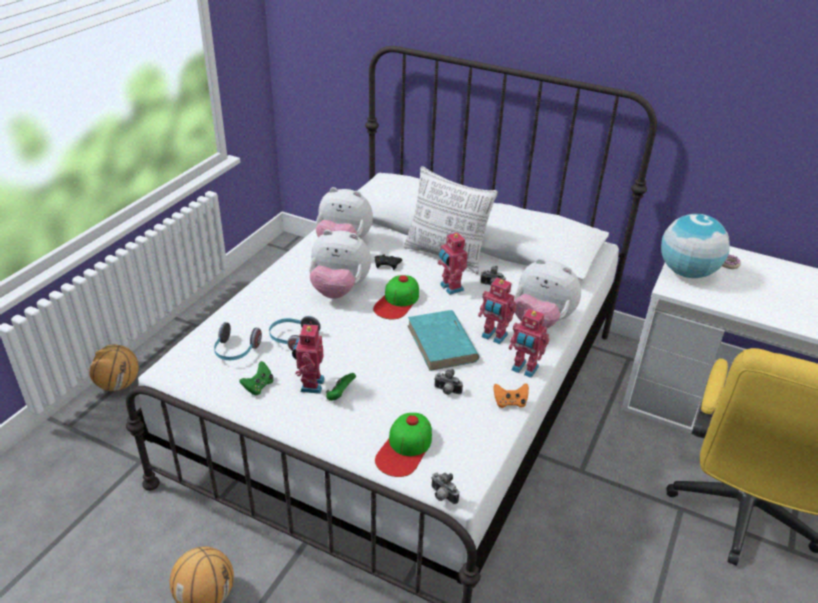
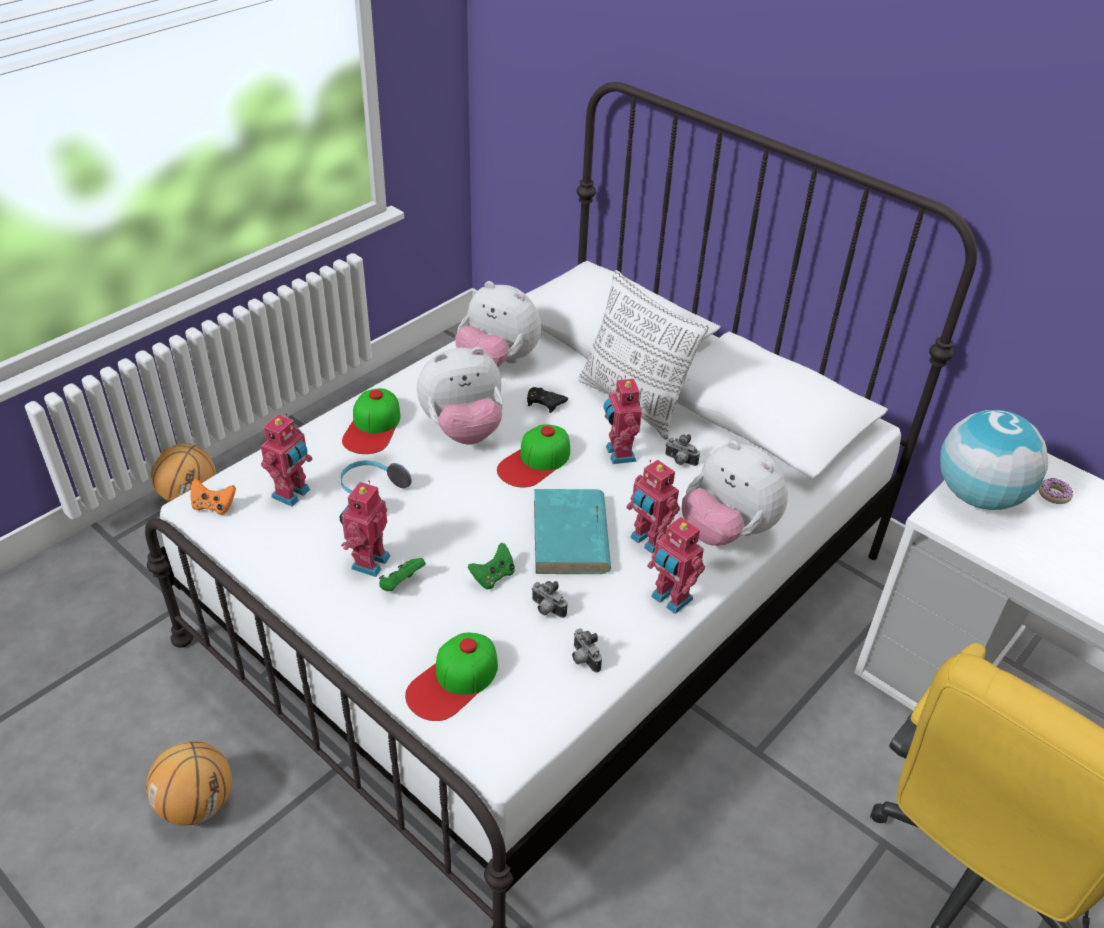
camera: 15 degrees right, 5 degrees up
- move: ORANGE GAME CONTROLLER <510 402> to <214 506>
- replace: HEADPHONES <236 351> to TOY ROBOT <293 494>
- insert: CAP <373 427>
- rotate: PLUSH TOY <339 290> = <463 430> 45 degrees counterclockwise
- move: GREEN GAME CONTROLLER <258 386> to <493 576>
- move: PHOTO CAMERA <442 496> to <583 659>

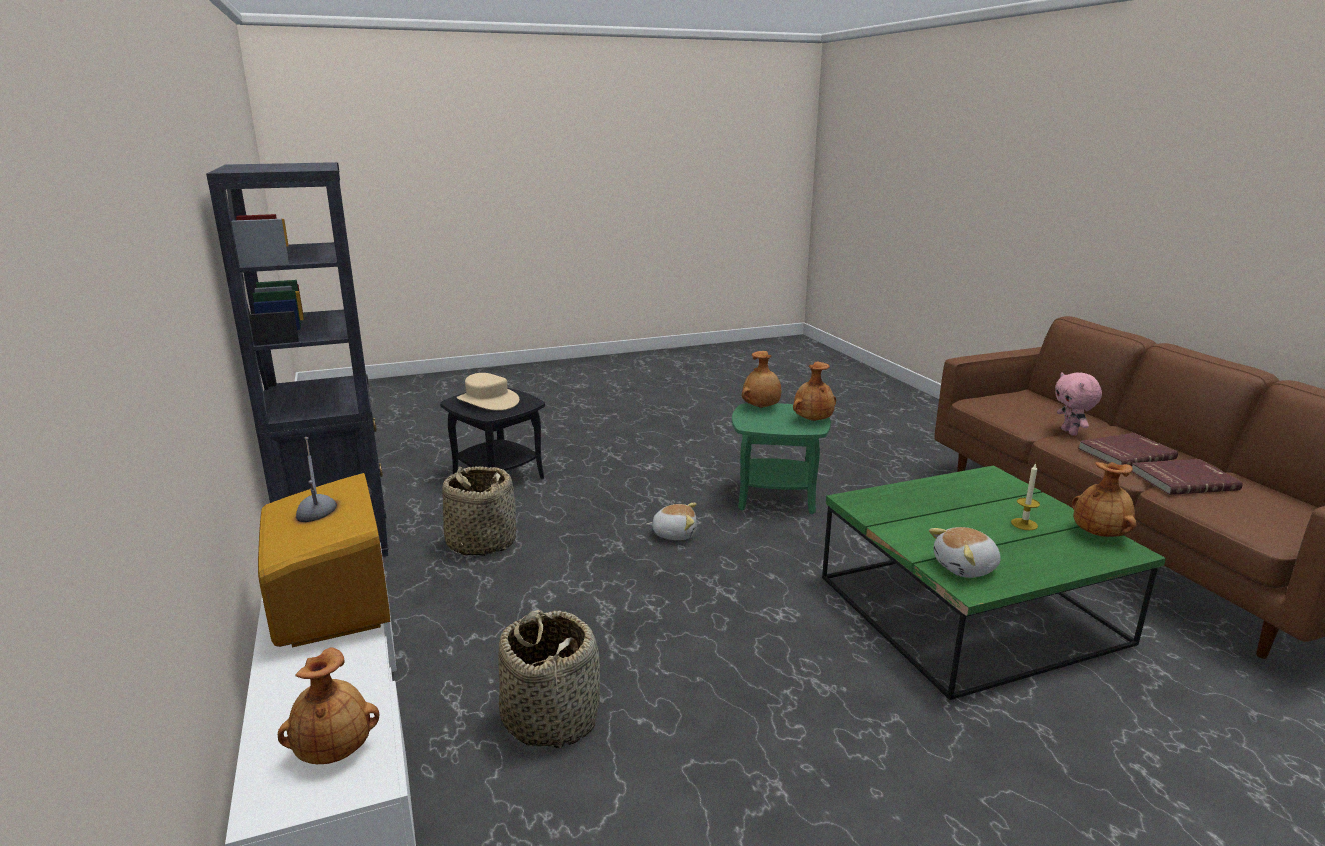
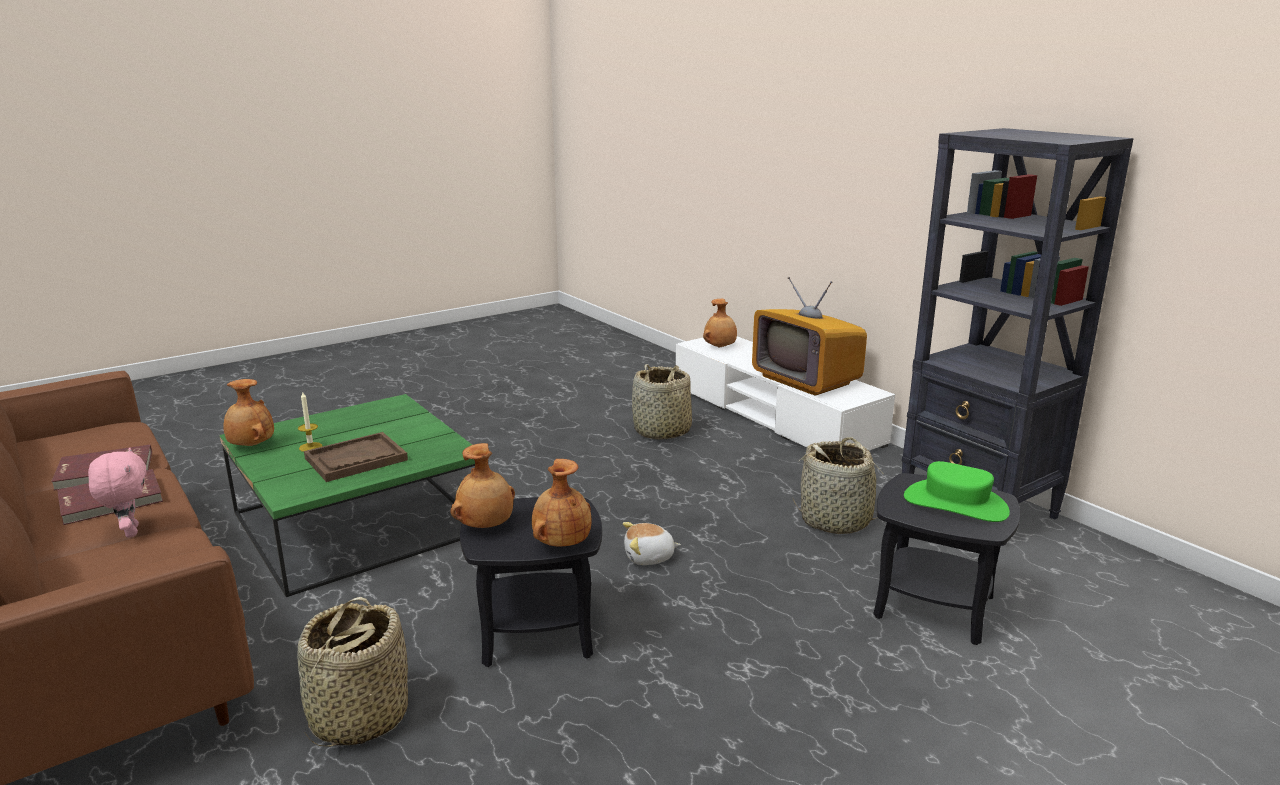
camera: 165 degrees right, 0 degrees up
- insert: BASKET <358 717>
- insert: BROWN TRAY <356 459>
- recolor: GREEN SIDE TABLE <776 497> to BLACK SIDE TABLE <537 632>
- recolor: BEIGE HAT <487 401> to GREEN HAT <955 504>
- delete: PLUSH TOY <966 568>

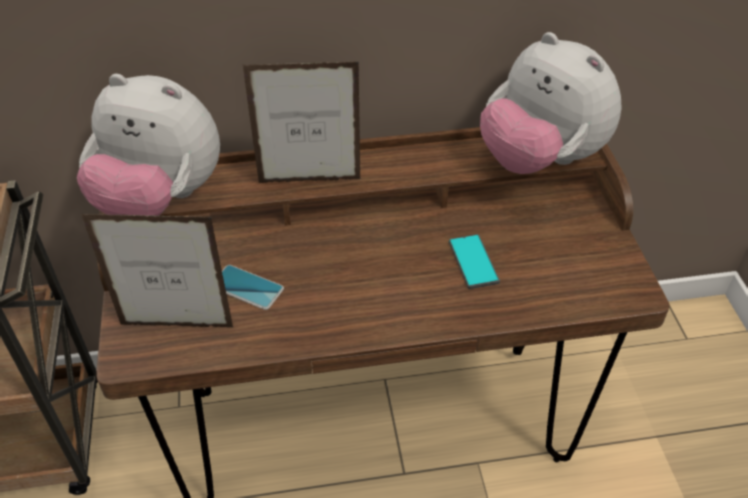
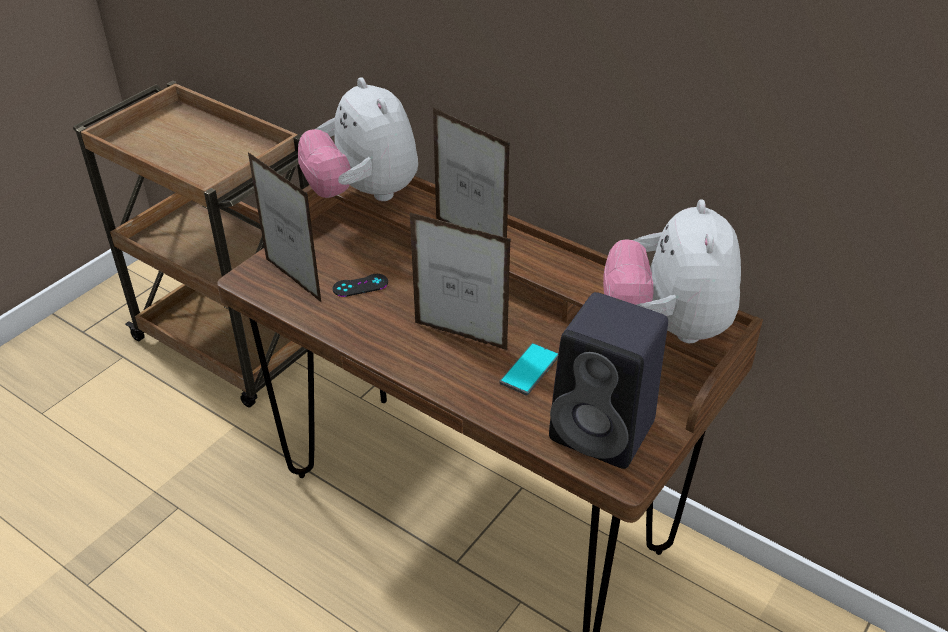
camera: 45 degrees right, 5 degrees down
- replace: PHONE <247 288> to BLACK GAME CONTROLLER <360 285>
- insert: PICTURE FRAME <460 336>
- insert: BLACK SPEAKER <605 431>

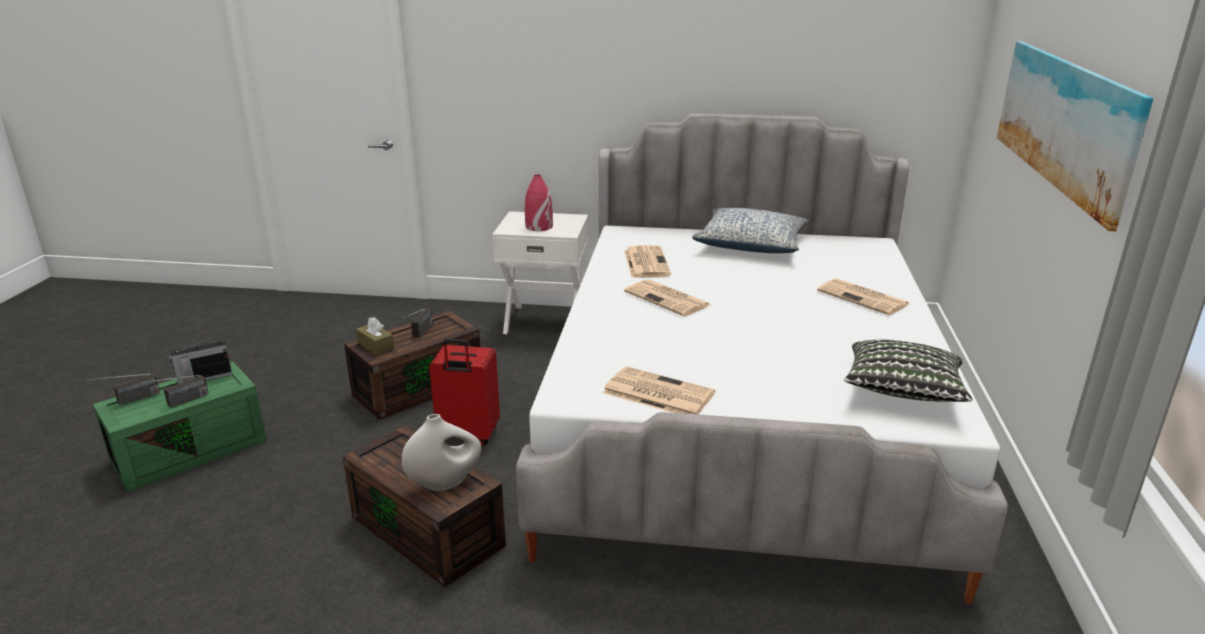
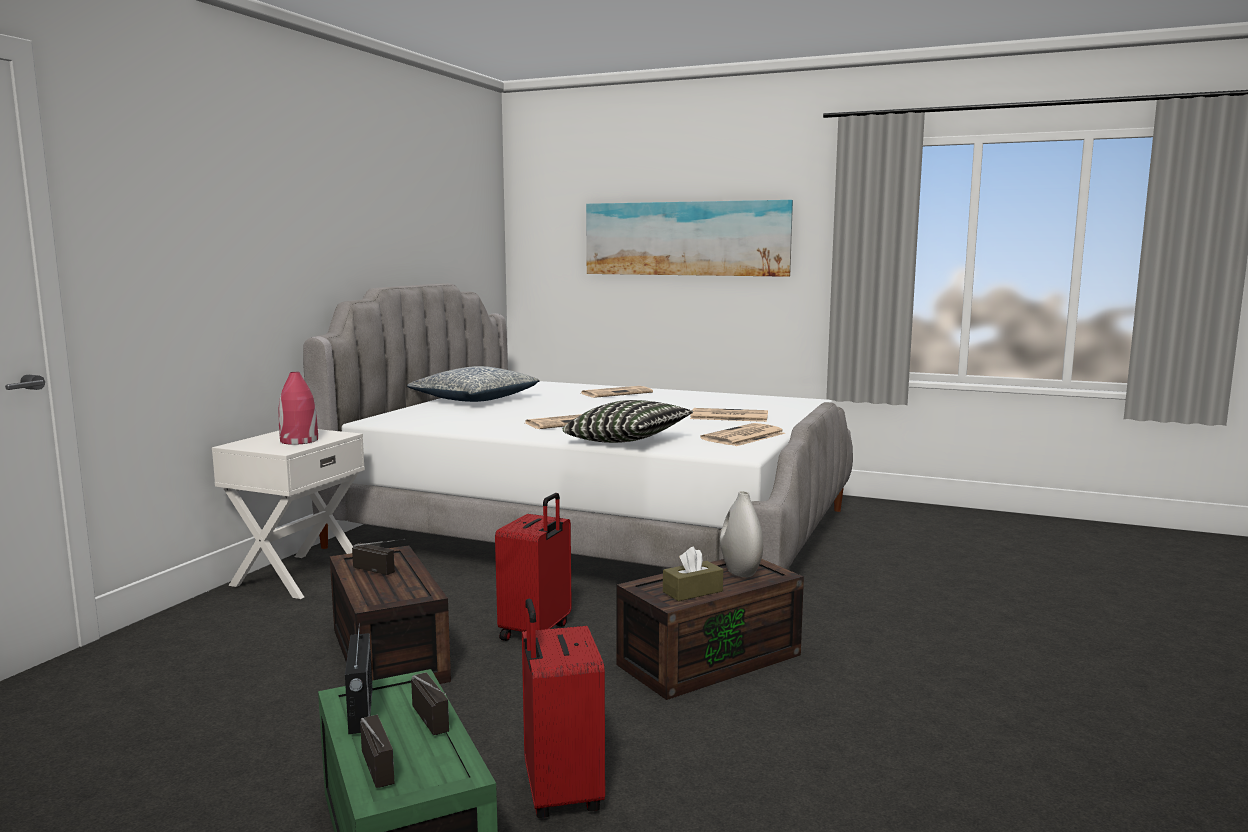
camera: 75 degrees left, 15 degrees down
- insert: RED SUITCASE <559 793>
- move: PILLOW <902 392> to <628 441>
- move: BROWN TISSUE BOX <376 346> to <692 591>
- move: NEWSPAPER <646 262> to <728 416>

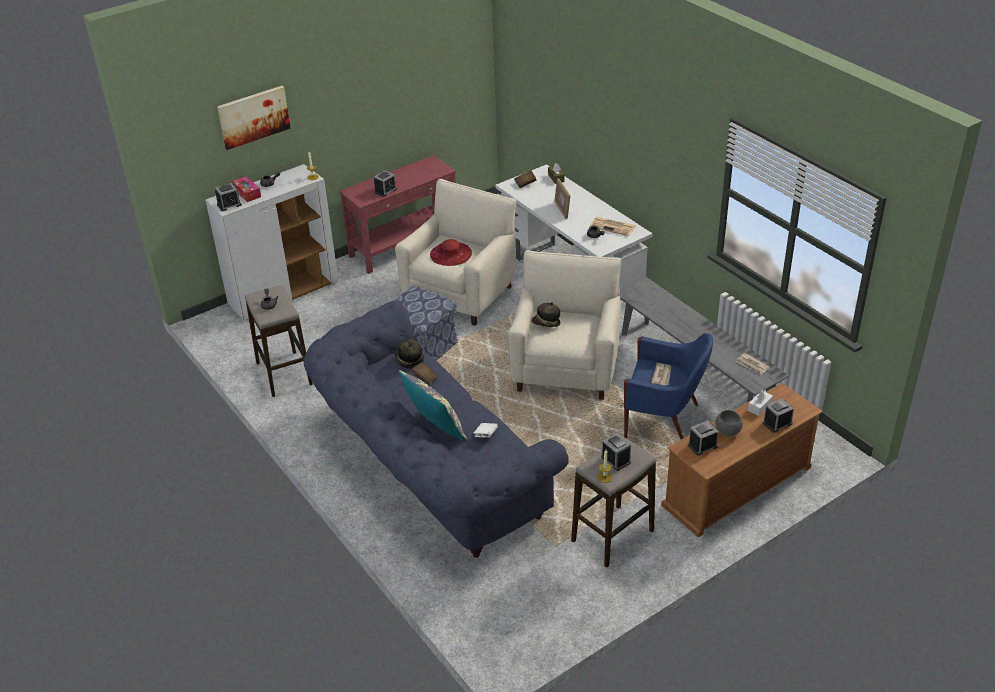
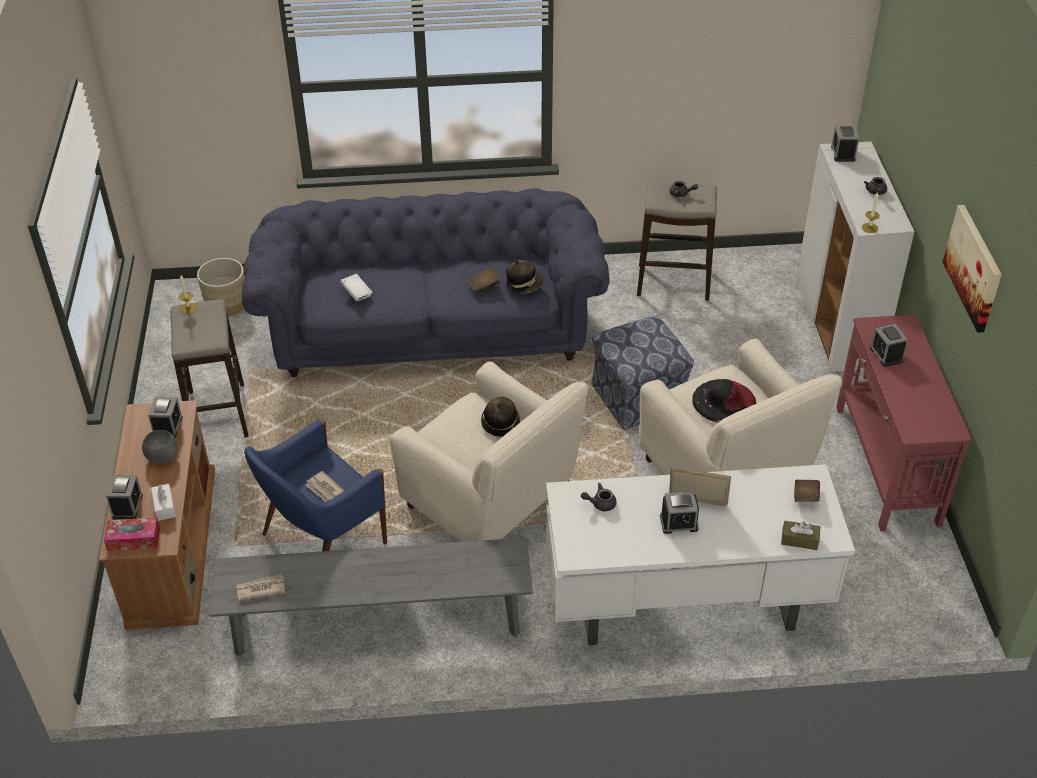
camera: 120 degrees right, 5 degrees up
- move: TISSUE BOX <247 193> to <133 539>
- insert: BEIGE PLANTER <227 305>
- move: ALARM CLOCK <615 459> to <678 523>
- recolor: RED HAT <450 253> to BLACK HAT <723 401>
- move: PICTURE <253 116> to <974 267>
- delete: GREY PILLOW <435 430>
- delete: NEWSPAPER <613 226>

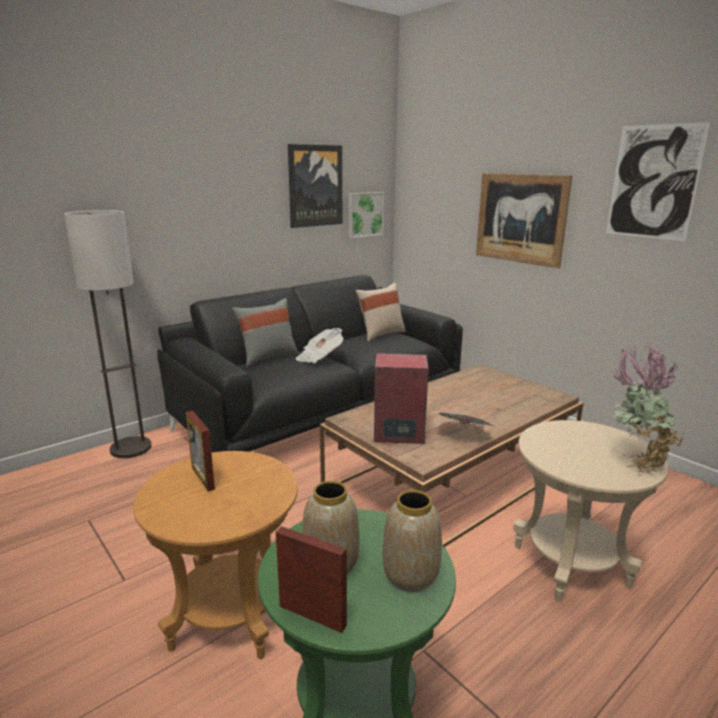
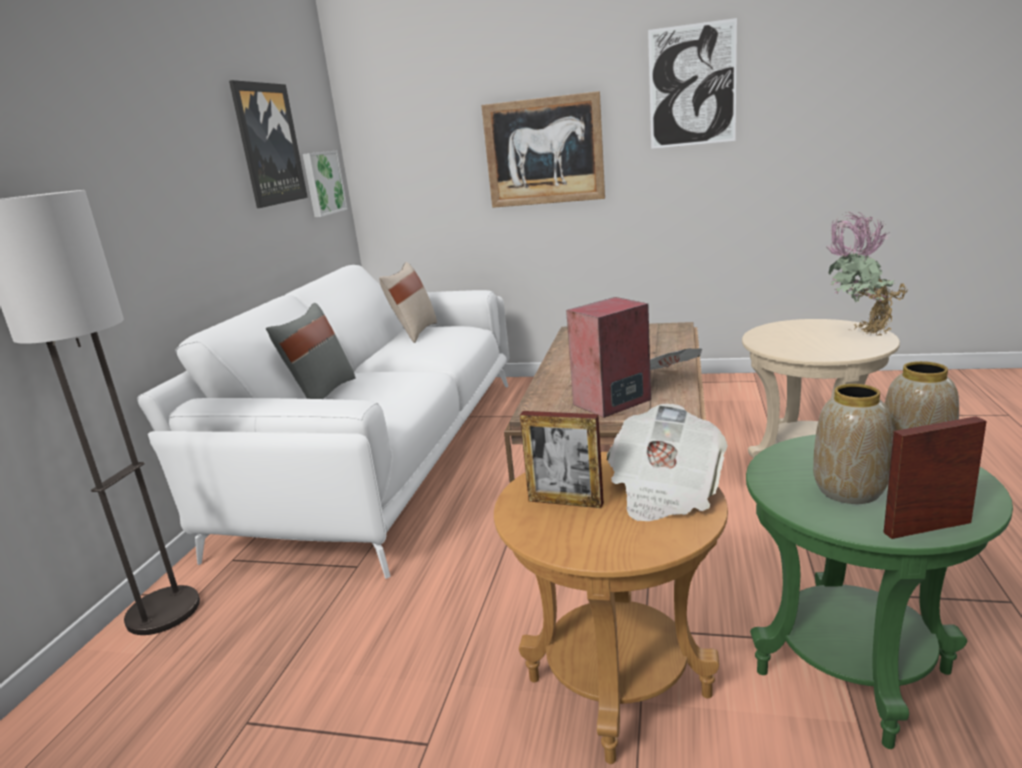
camera: 35 degrees left, 0 degrees up
- recolor: BLACK SOFA <321 411> to WHITE SOFA <382 455>
- move: NEWSPAPER <319 358> to <664 491>

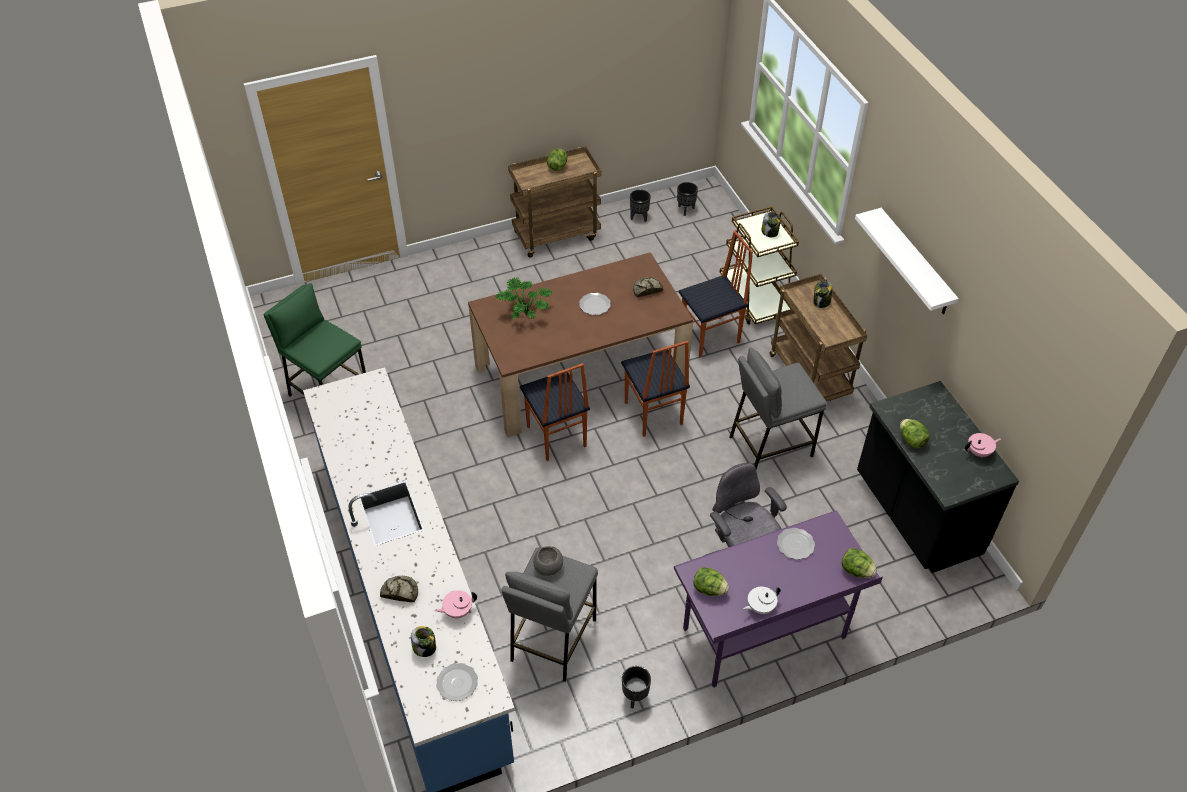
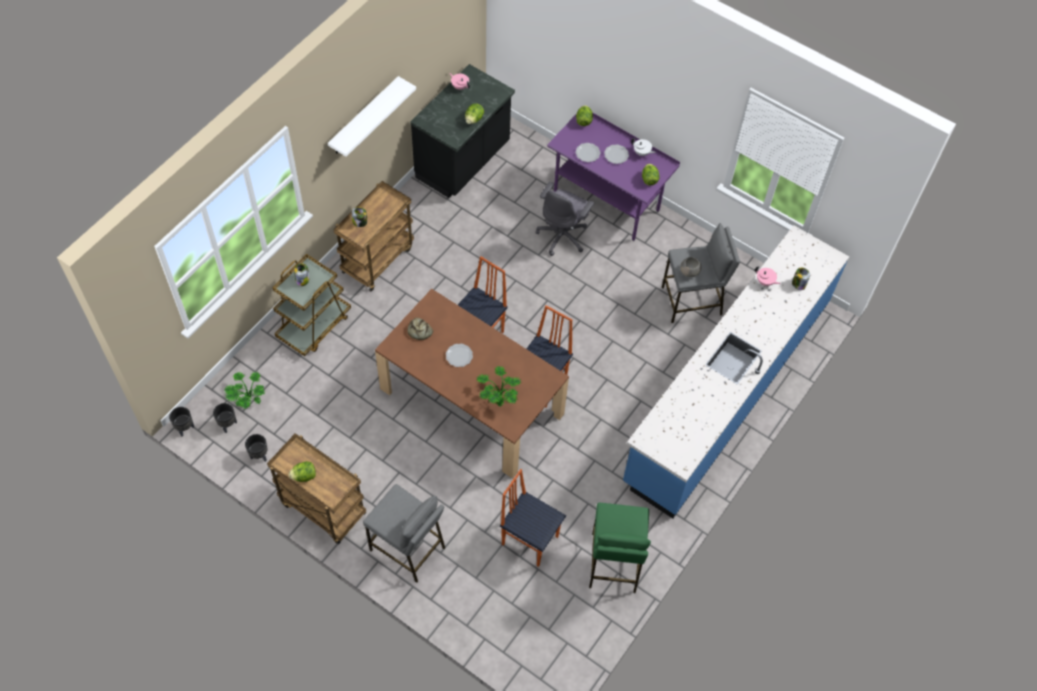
camera: 125 degrees left, 10 degrees up
- move: BLACK PLANTER <635 697> to <185 428>
- insert: POTTED PLANT <247 398>
- move: GREY STOOL <770 446> to <408 549>
- move: CHAIR <711 337> to <530 539>
- move: PLATE <457 682> to <616 155>
- delete: BREAD <400 591>

